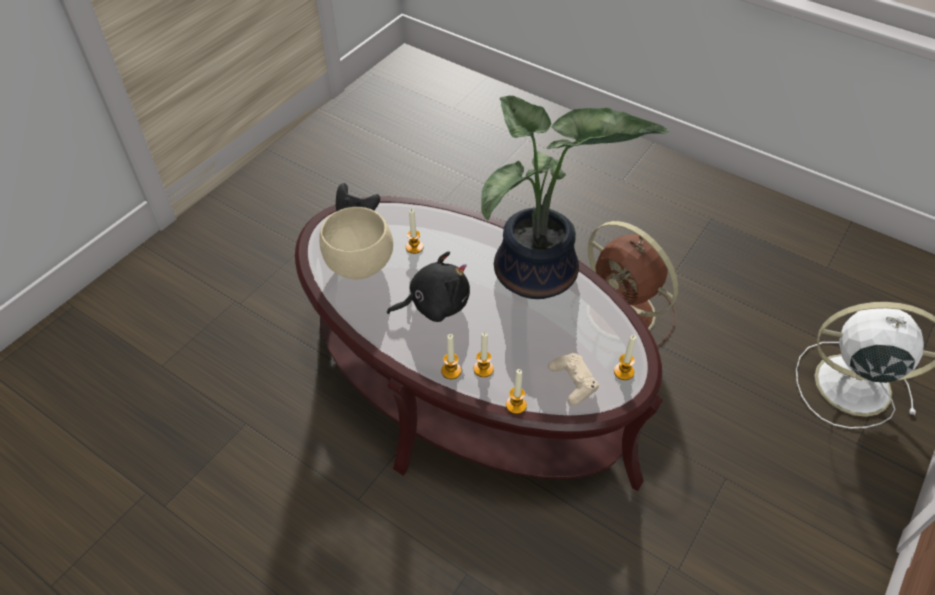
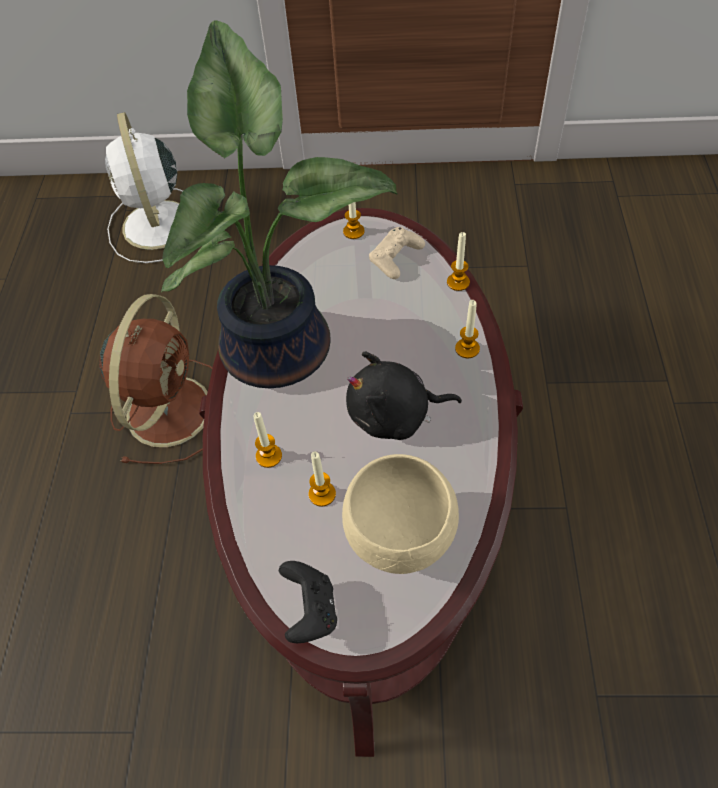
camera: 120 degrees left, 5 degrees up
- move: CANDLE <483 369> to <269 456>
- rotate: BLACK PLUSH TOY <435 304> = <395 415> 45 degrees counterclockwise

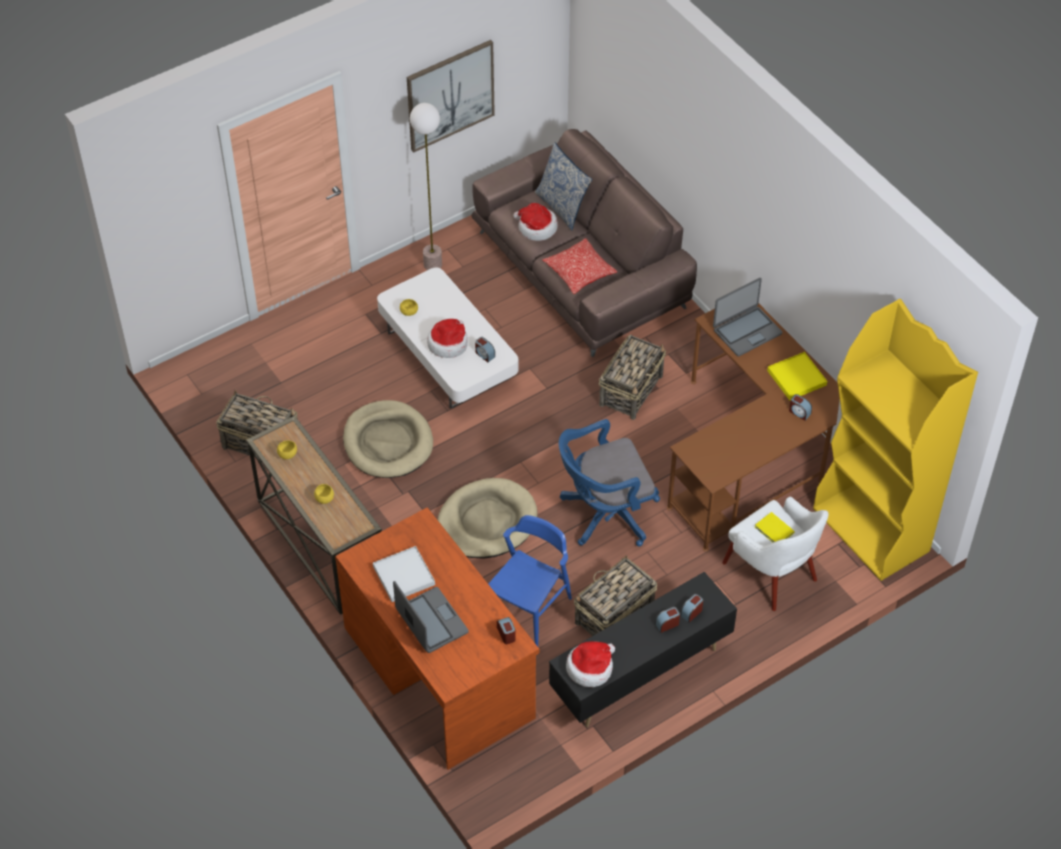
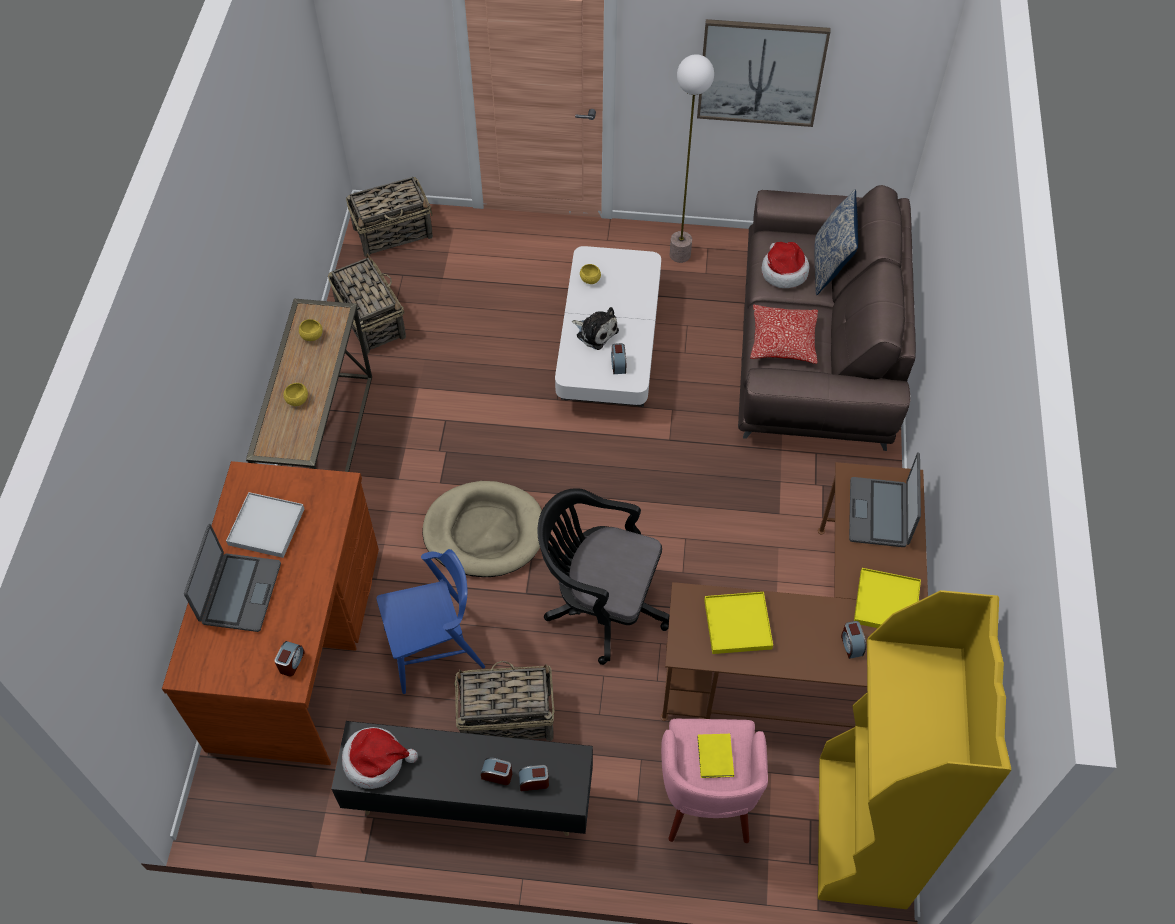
camera: 40 degrees right, 5 degrees up
- move: BASKET <631 390> to <394 232>
- recolor: BLUE OFFICE CHAIR <604 513> to BLACK OFFICE CHAIR <600 604>
- replace: HAT <448 343> to PLUSH TOY <595 332>
- recolor: WHITE ARMCHAIR <771 573> to PINK ARMCHAIR <707 797>
- insert: YELLOW TRAY <737 624>
- rotate: LAPTOP <746 331> = <879 513> 90 degrees clockwise
- delete: BEIGE DOG BED <388 442>

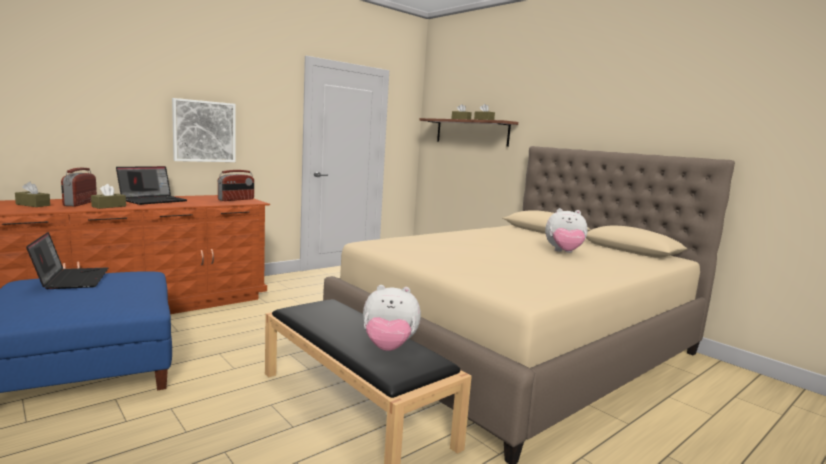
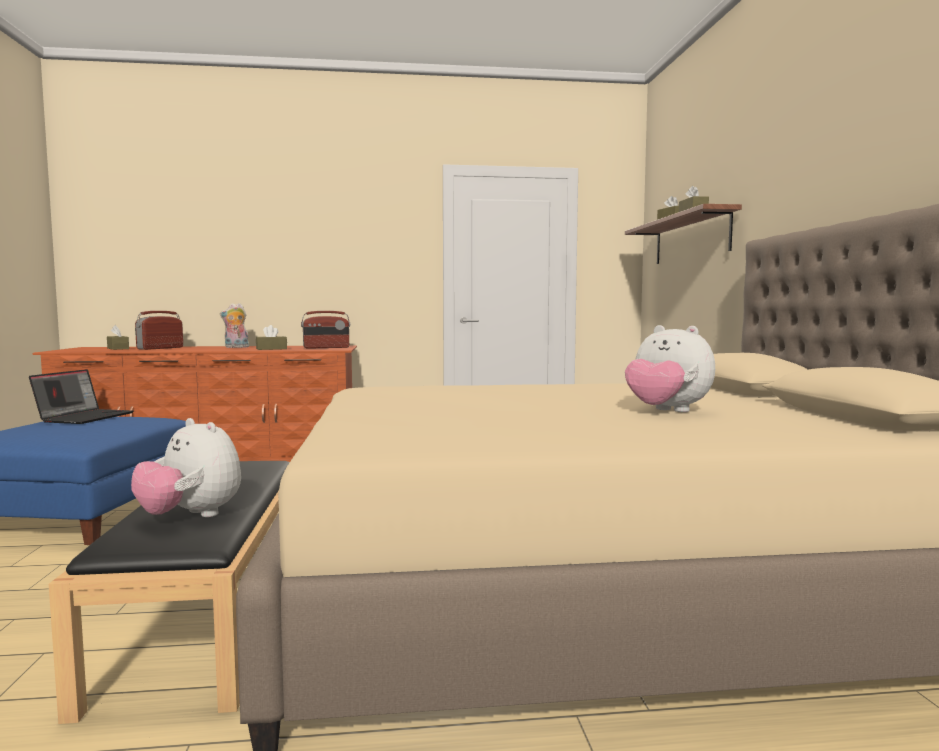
camera: 35 degrees right, 5 degrees down
- replace: LAPTOP <153 200> to PLUSH TOY <236 347>
- move: BROWN TISSUE BOX <109 206> to <271 349>
- delete: PICTURE <204 131>

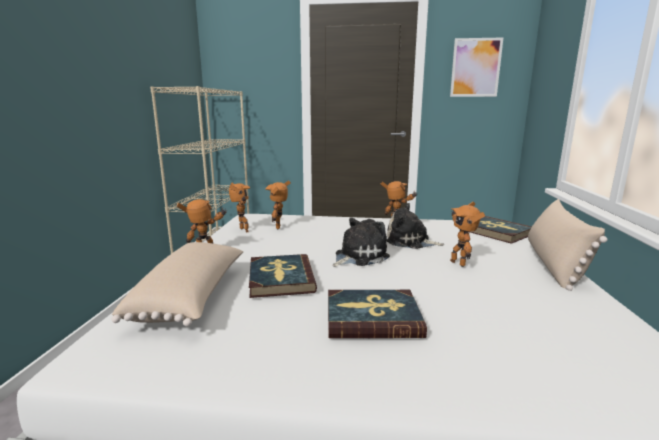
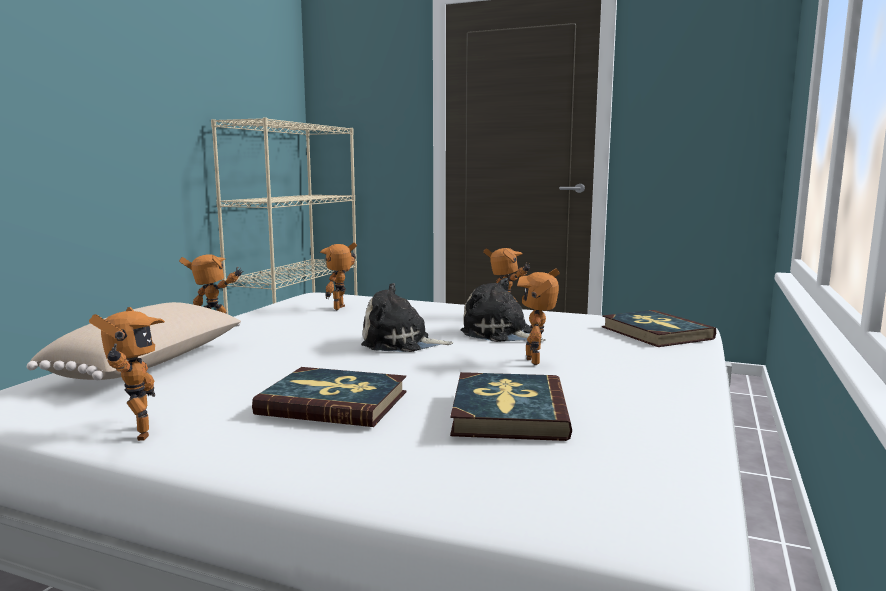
camera: 15 degrees right, 5 degrees down
- move: TOY ROBOT <242 230> to <136 434>
- rotate: PLUSH TOY <358 256> = <401 343> 150 degrees counterclockwise
- move: BOOK <280 278> to <508 412>
- delete: PICTURE <475 68>
- delete: BEIGE PILLOW <554 264>

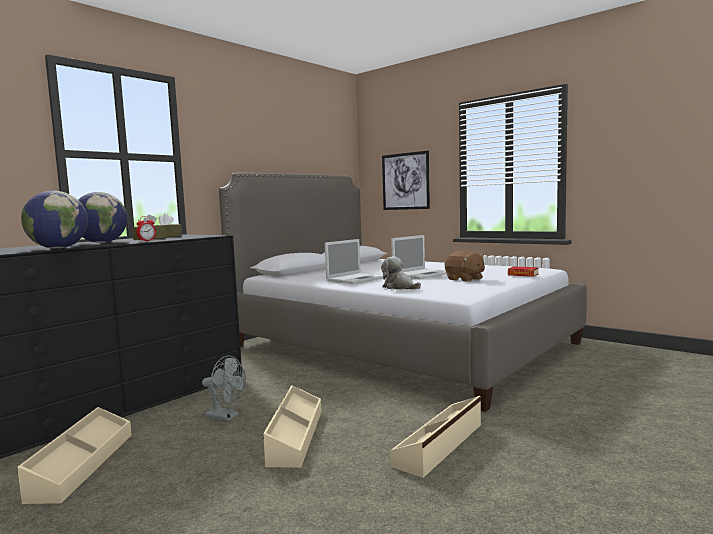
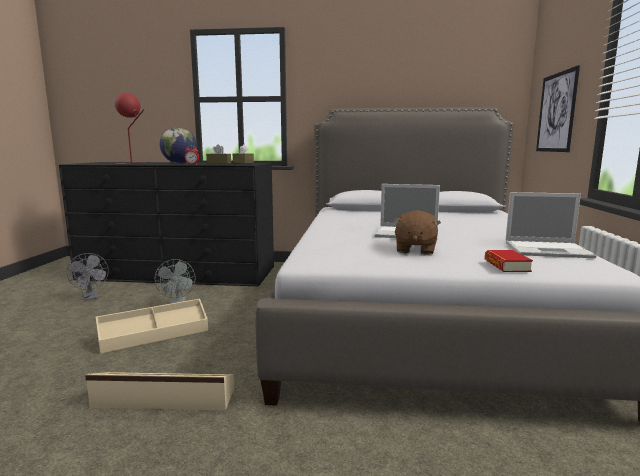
camera: 55 degrees right, 5 degrees up
- replace: BEIGE STORAGE BOX <81 465> to GREY FAN <91 297>
- replace: GLOBE <58 248> to RED TABLE LAMP <133 164>
- move: LAPTOP <356 279> to <548 250>
- delete: PLUSH TOY <399 287>

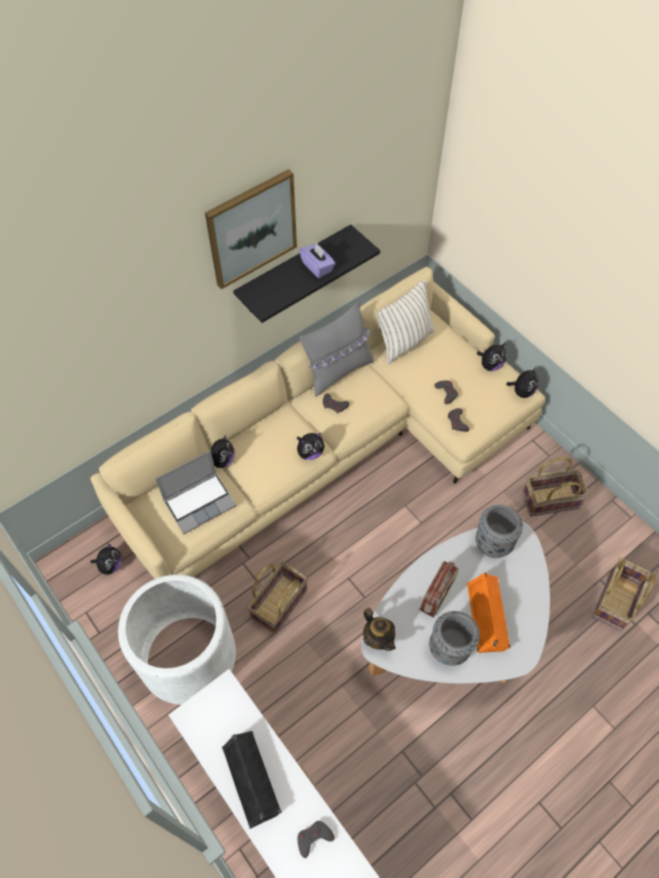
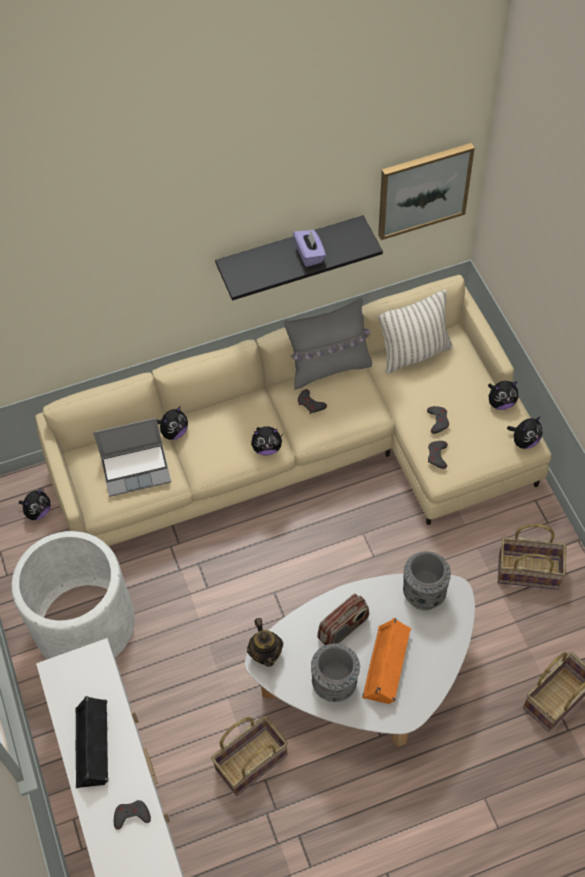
camera: 20 degrees right, 0 degrees up
- move: BASKET <278 603> to <251 761>
- move: PICTURE <251 228> to <423 190>

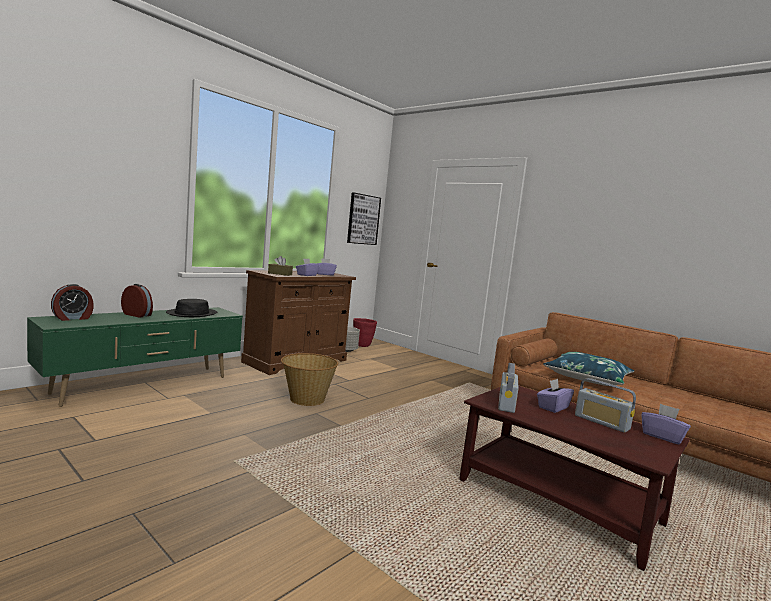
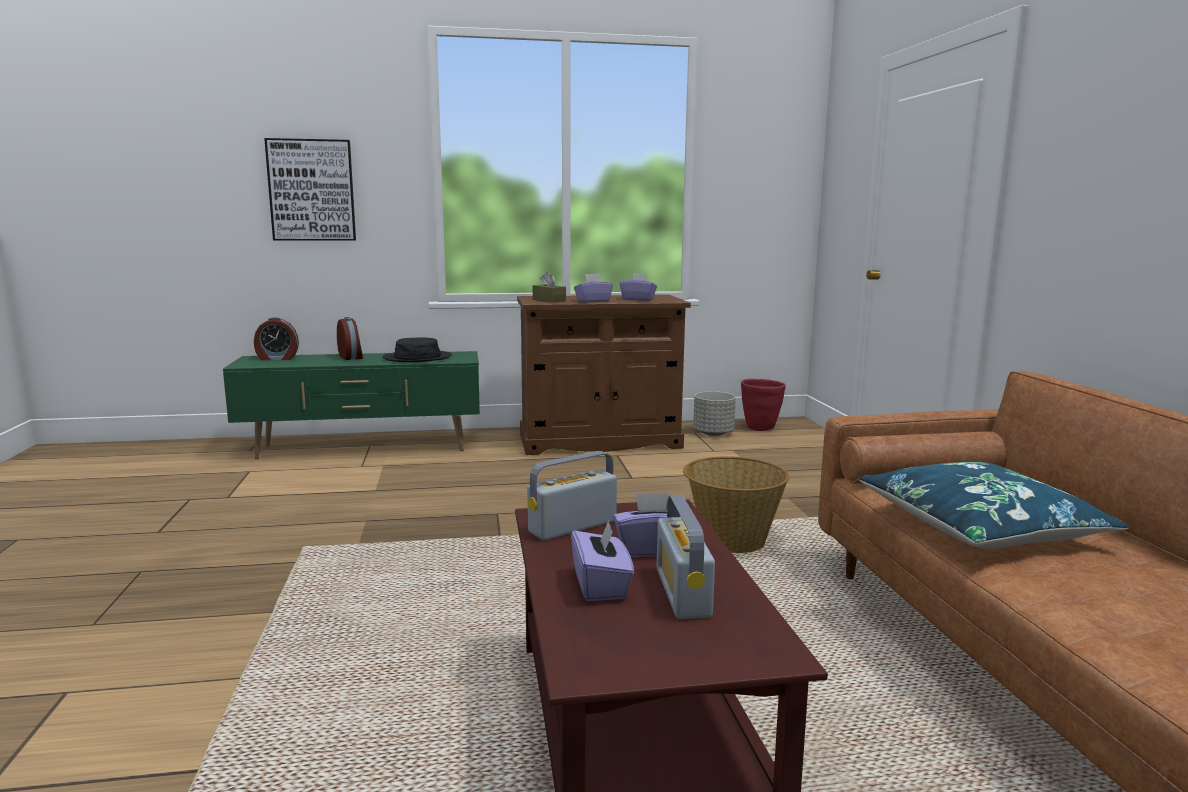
camera: 40 degrees right, 5 degrees up
- move: PICTURE <363 219> to <312 190>
- move: PURPLE TISSUE BOX <662 436> to <601 585>
- move: BASKET <306 399> to <732 541>

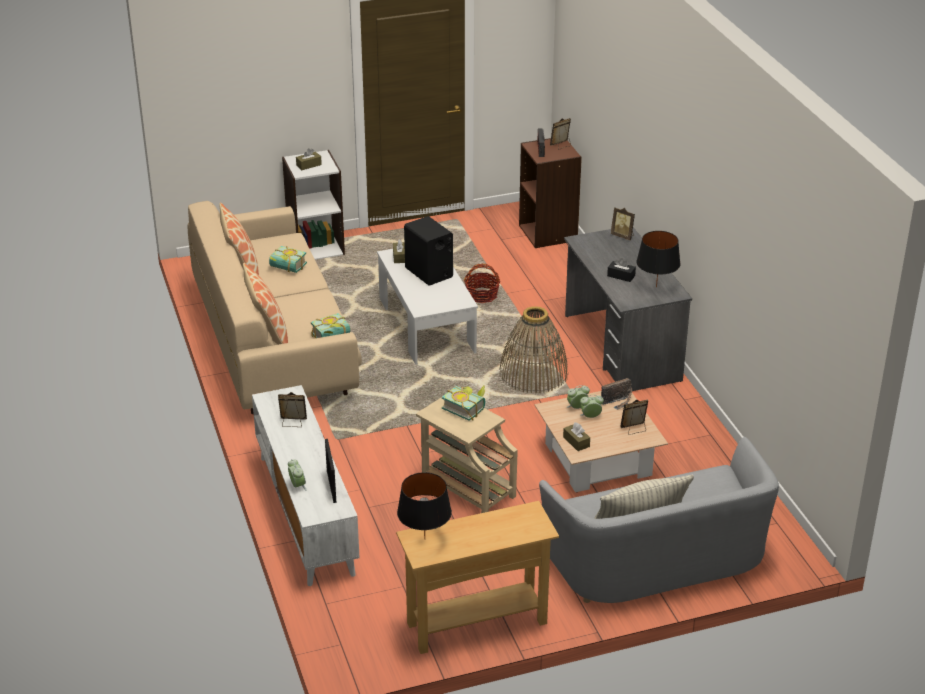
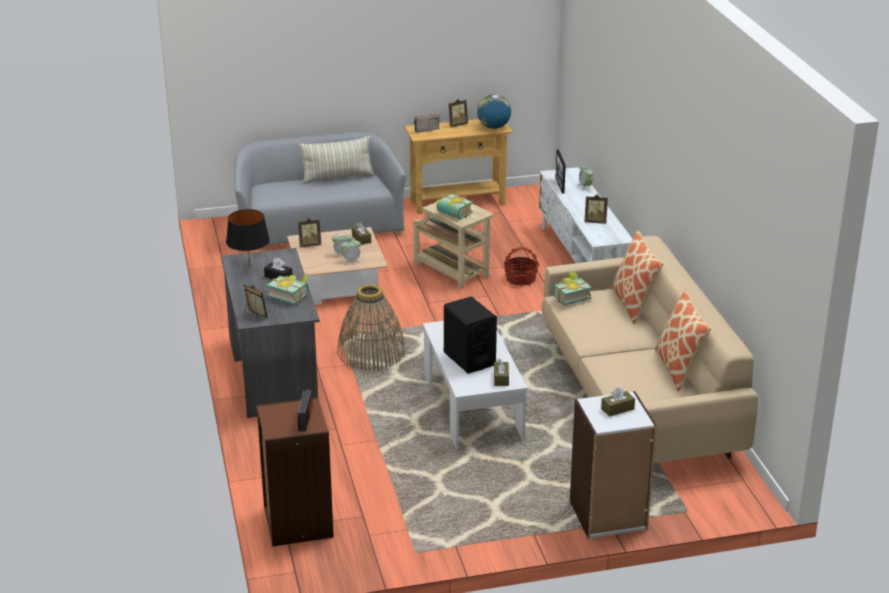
camera: 175 degrees left, 5 degrees down
- move: BOOK <286 268> to <290 295>
- move: RADIO <618 402> to <425 129>
- move: PICTURE FRAME <561 145> to <457 125>
- replace: BLACK TABLE LAMP <424 539> to GLOBE <493 127>
- move: BASKET <482 295> to <520 279>

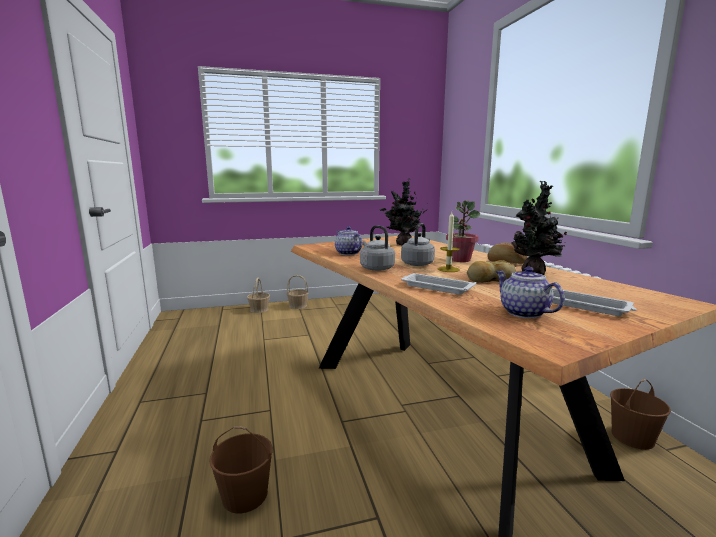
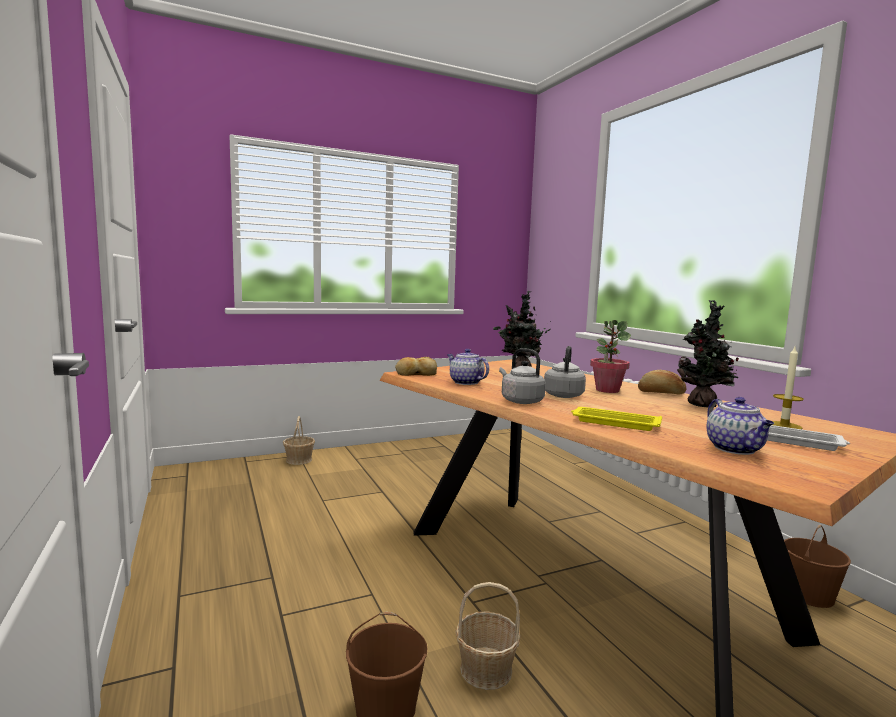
camera: 10 degrees left, 5 degrees down
- move: BREAD <489 279> to <415 374>
- move: BASKET <298 306> to <485 669>
- recolor: WHITE TRAY <435 287> to YELLOW TRAY <614 423>
- rotate: TEAPOT <522 312> = <736 449> 150 degrees counterclockwise
- move: CANDLE <448 269> to <784 426>

